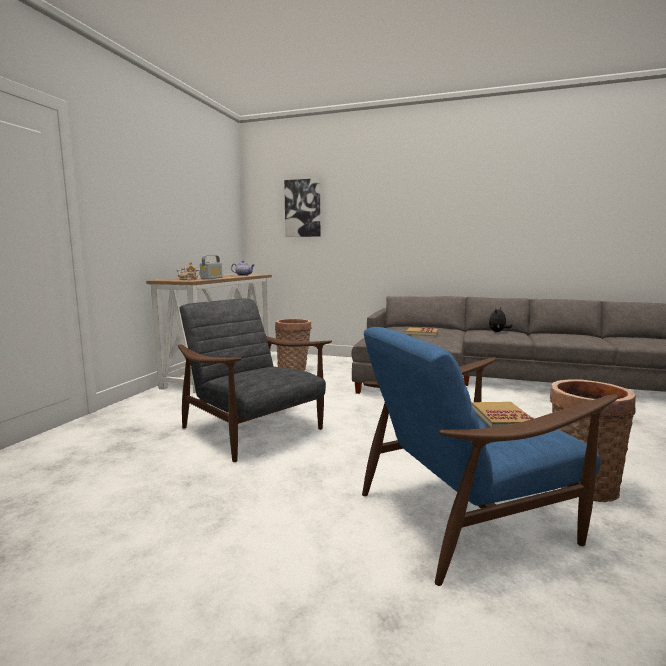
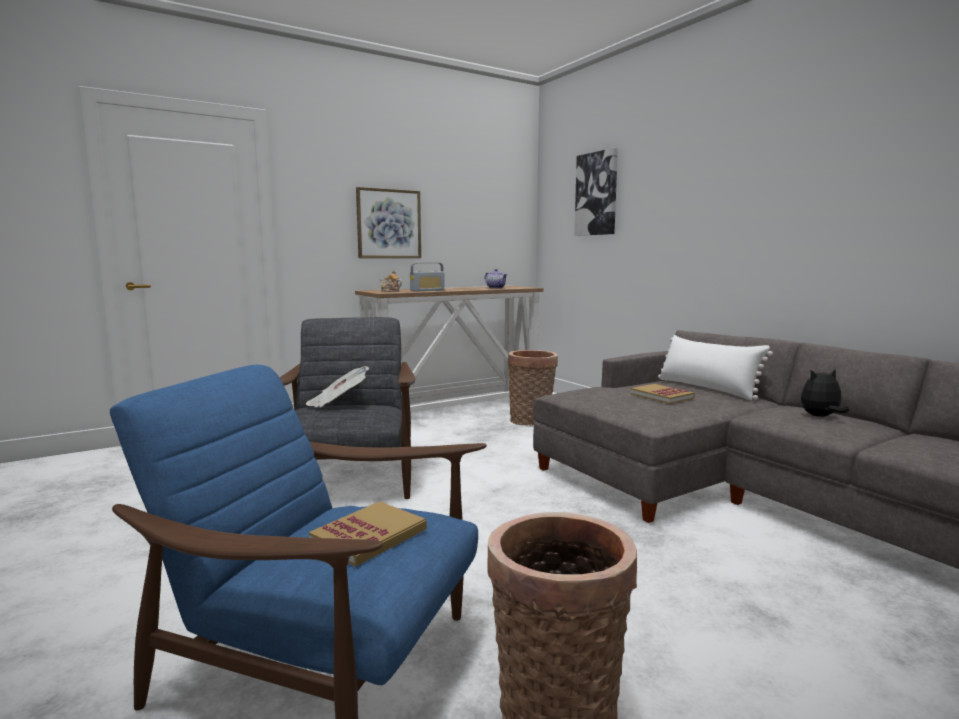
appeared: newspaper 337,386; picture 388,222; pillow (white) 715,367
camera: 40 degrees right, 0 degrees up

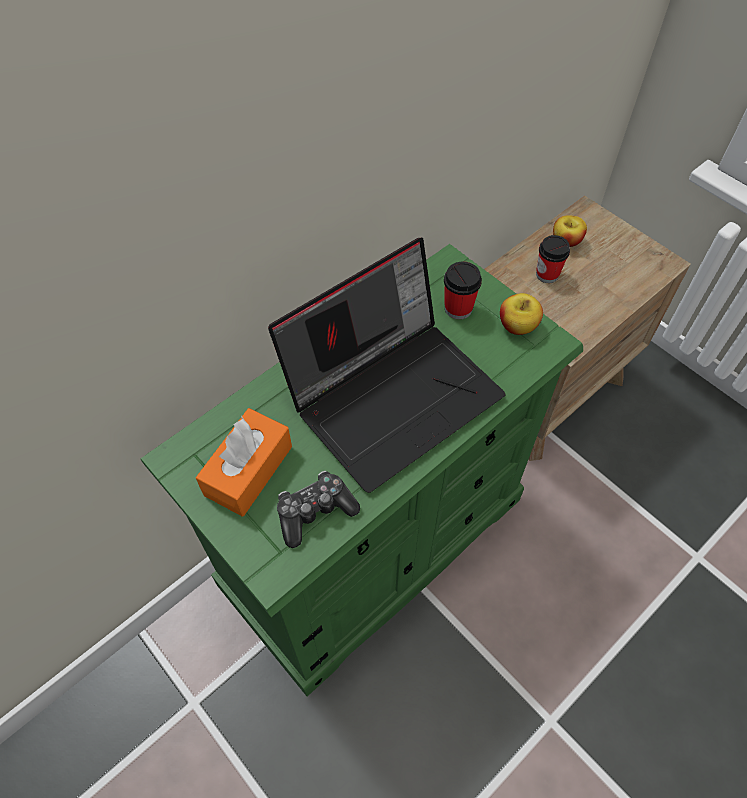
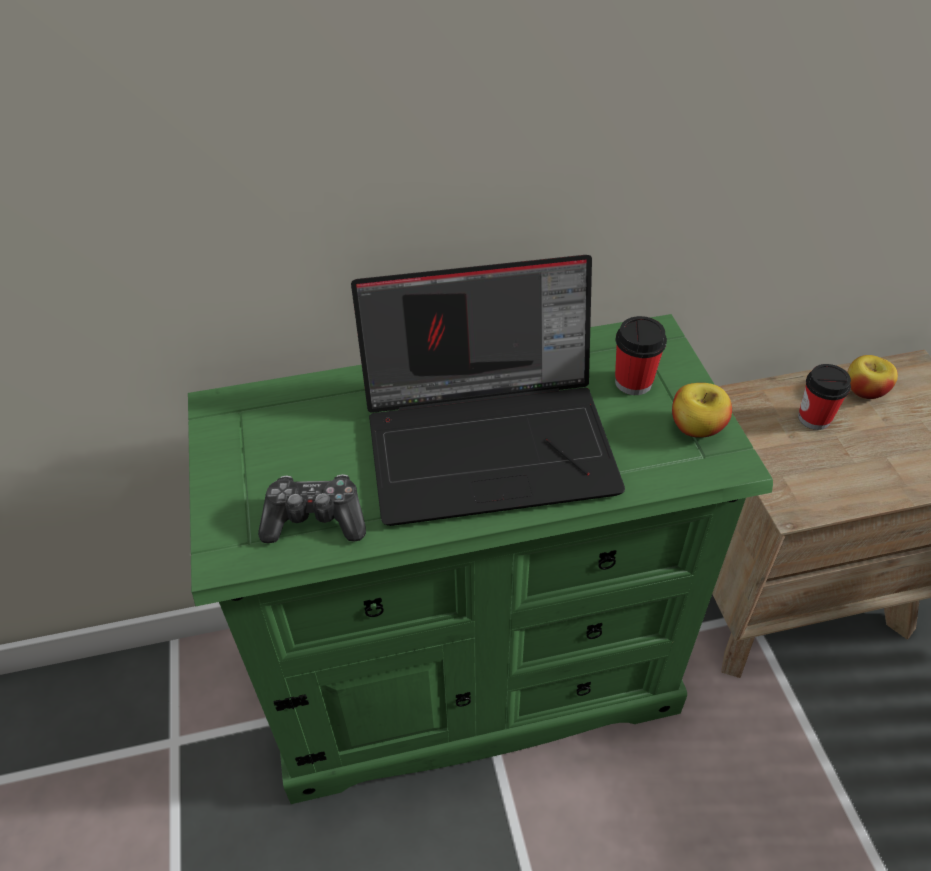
missing: tissue box (orange) 244,462
camera: 30 degrees right, 10 degrees down

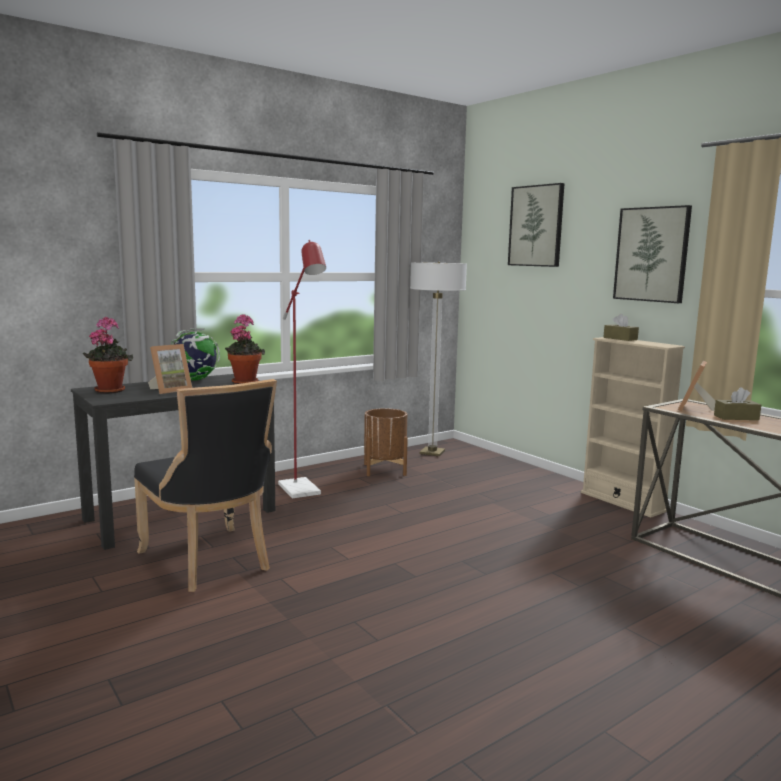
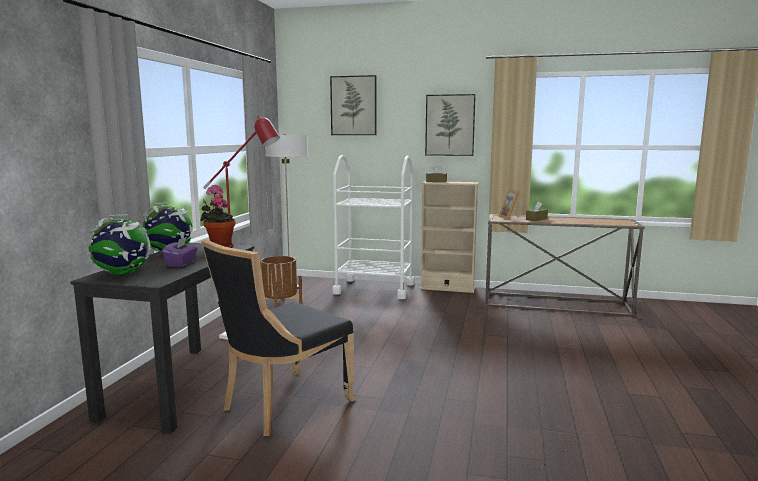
appeared: cart (white) 374,227
exchanged: potted plant 108,355 to globe 119,244; picture frame 170,369 to tissue box (purple) 179,252
spun: chair (black) 205,485 = 278,337 120 degrees clockwise
camera: 40 degrees left, 0 degrees up

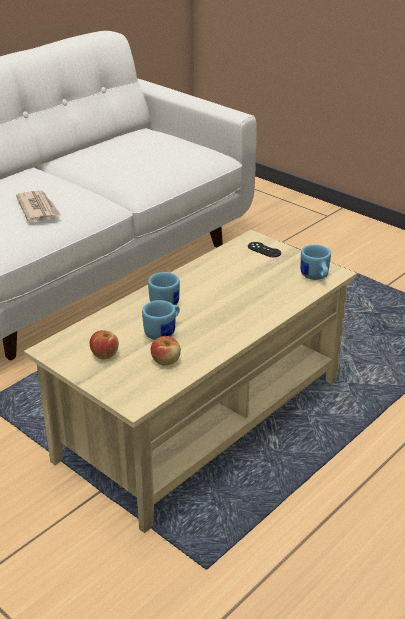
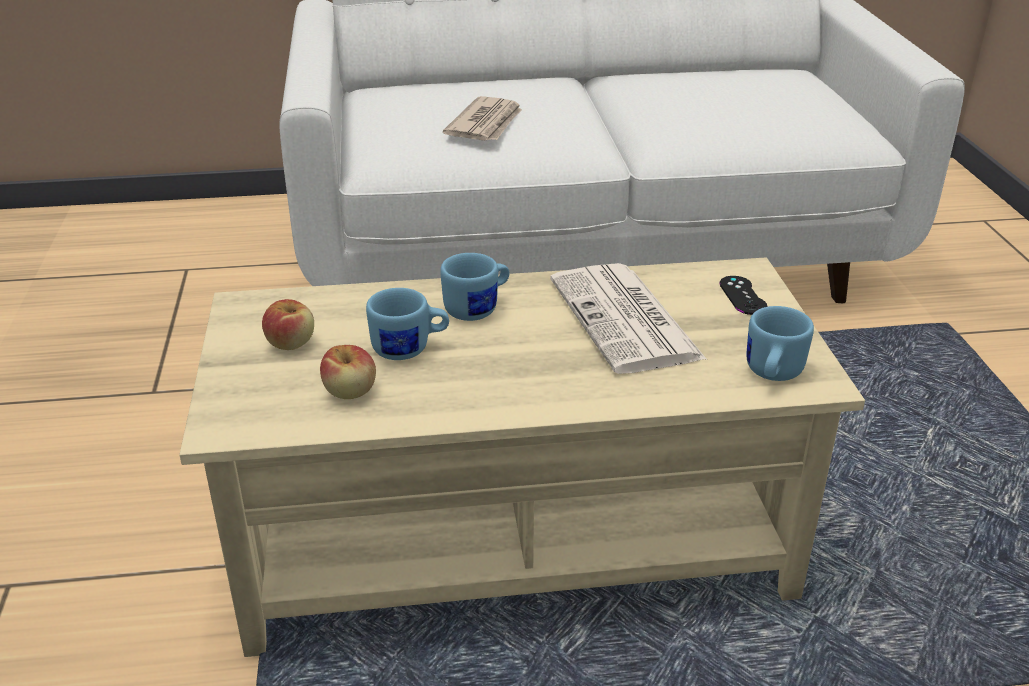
appeared: newspaper 628,318
camera: 40 degrees right, 0 degrees up

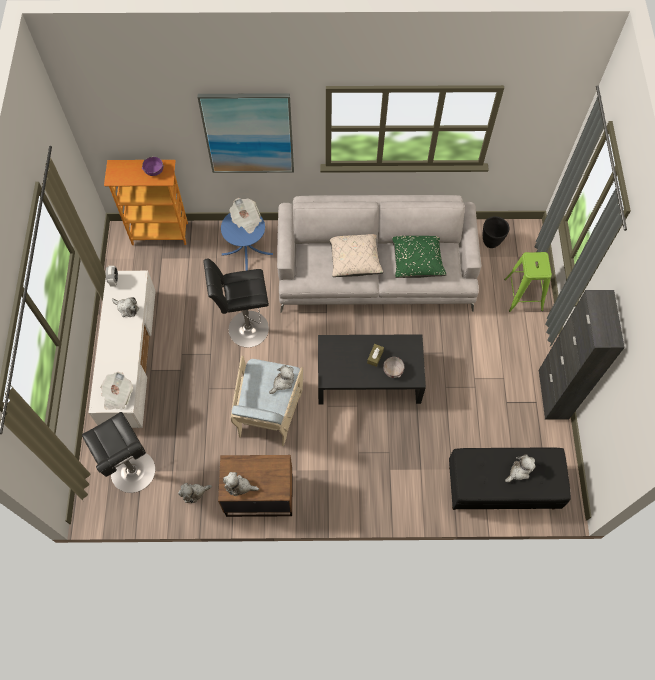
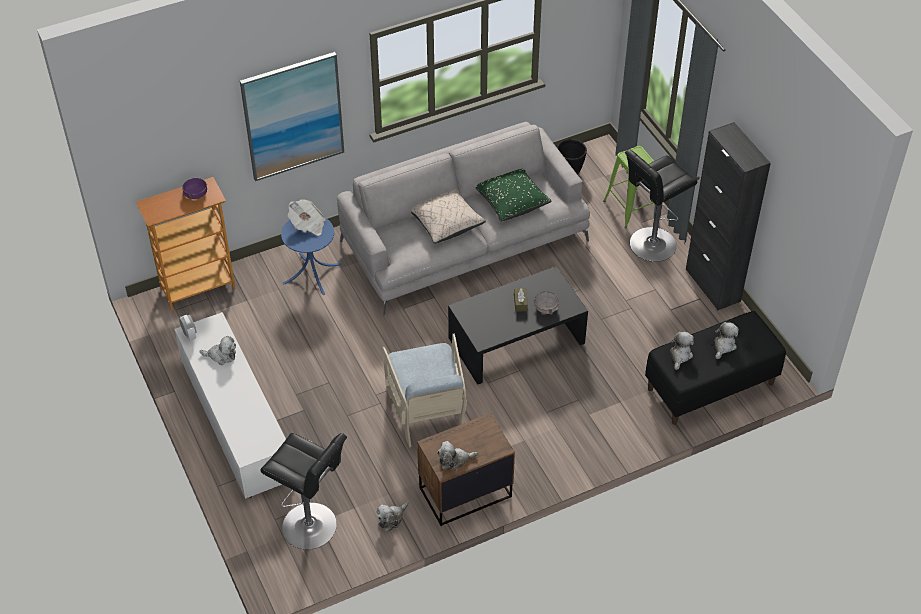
missing: newspaper 117,391
relocated: stool (black) 236,302 to 661,205; plush toy 281,379 to 682,351
camera: 25 degrees left, 15 degrees down

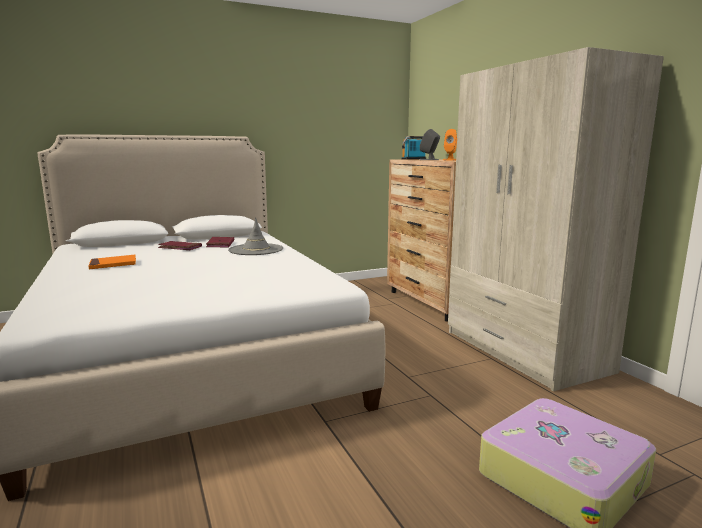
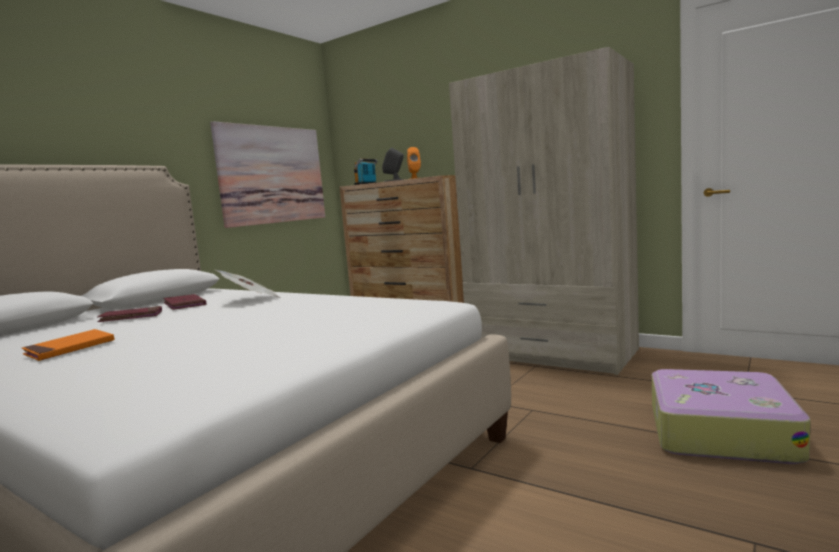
appeared: picture 267,174
exchanged: hat (grey) 255,236 to newspaper 249,284
camera: 30 degrees left, 5 degrees down

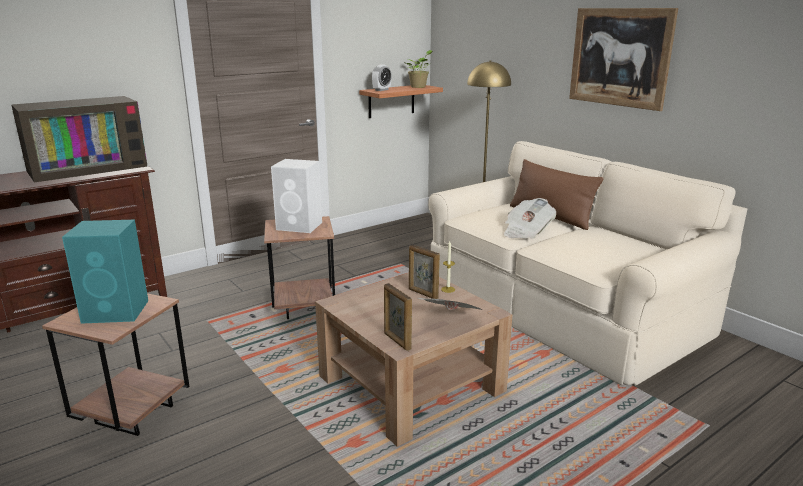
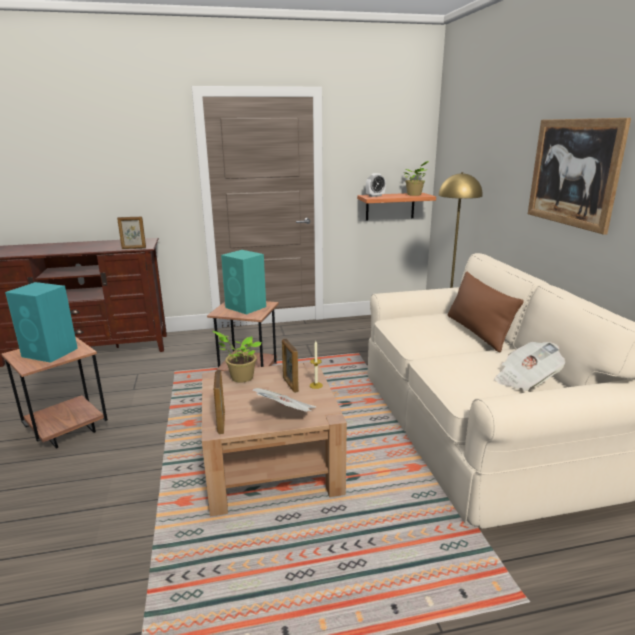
missing: television 79,139
appeared: picture frame 131,232; potted plant 237,357
relocated: newspaper 530,218 to 529,366
colour: speaker (white) 296,196 to speaker (turquoise) 243,282
camera: 25 degrees right, 0 degrees up

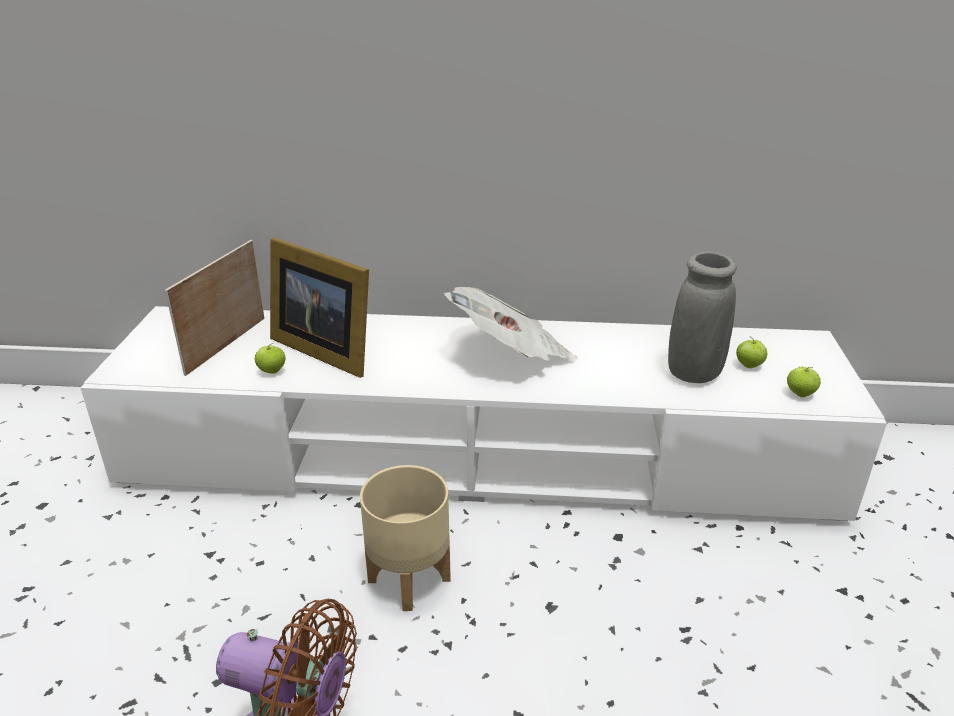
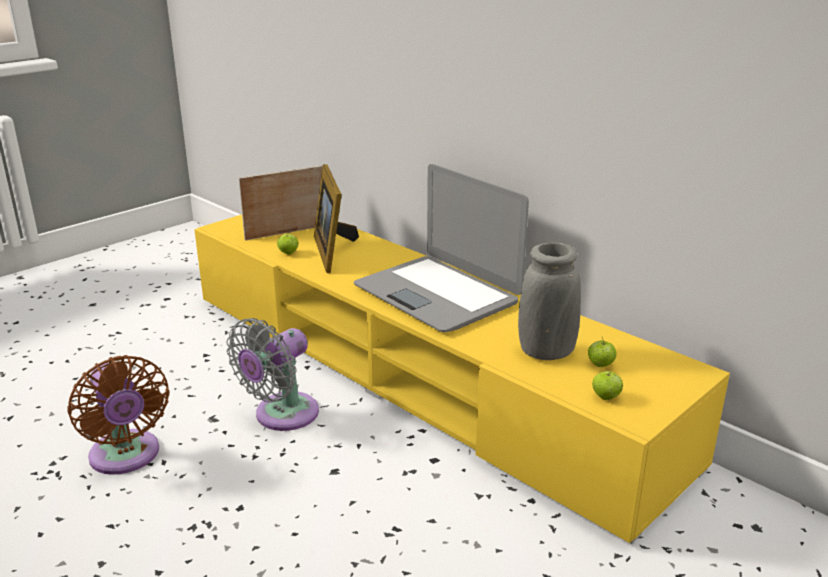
exchanged: planter (beige) 405,538 to fan (grey) 273,374; newspaper 510,324 to laptop 441,248
colour: tv stand (white) 484,413 to tv stand (yellow) 462,379
camera: 40 degrees right, 5 degrees down

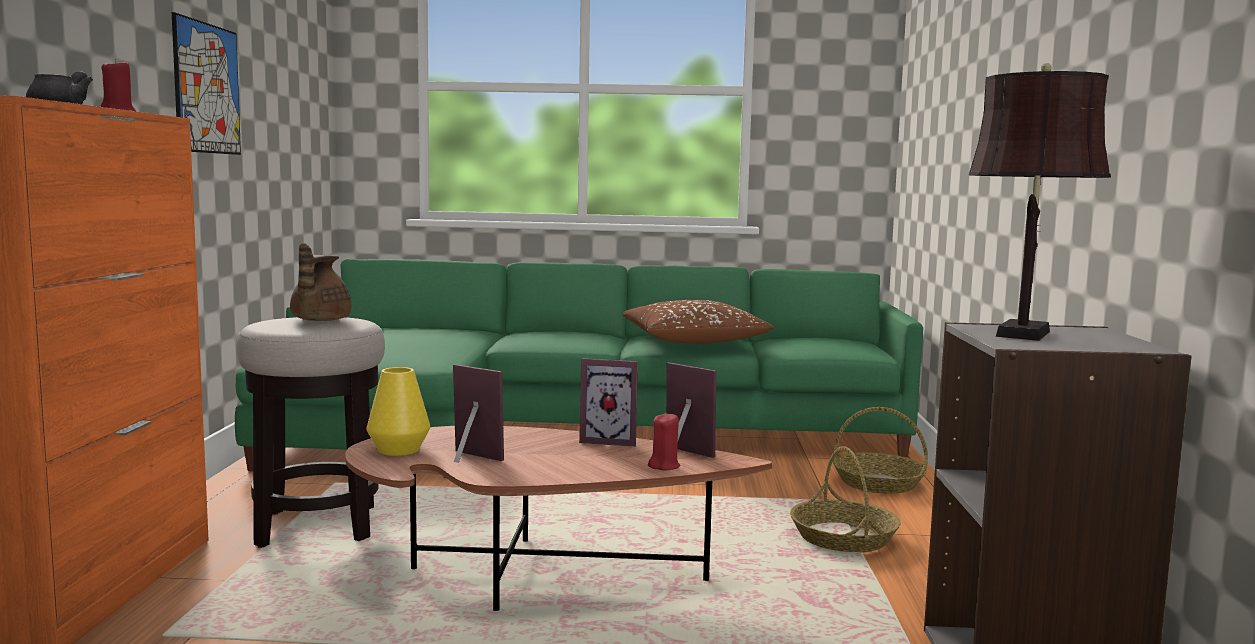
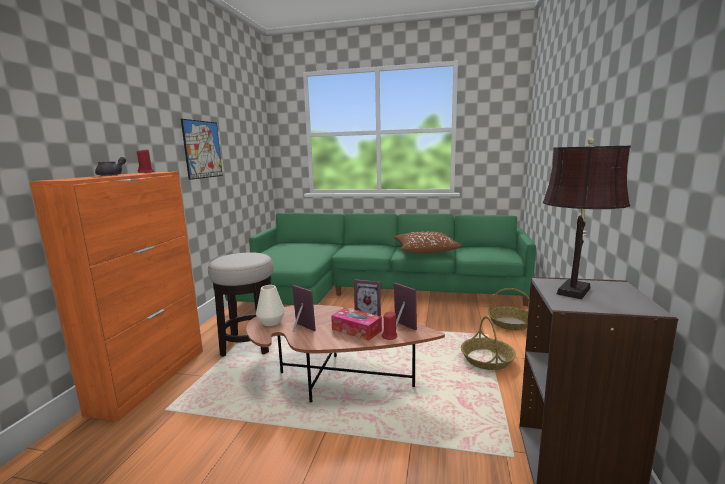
missing: teapot (brown) 320,282
appeared: tissue box 356,324
colour: vase (yellow) 398,411 to vase (white) 270,305
camera: 10 degrees right, 5 degrees up

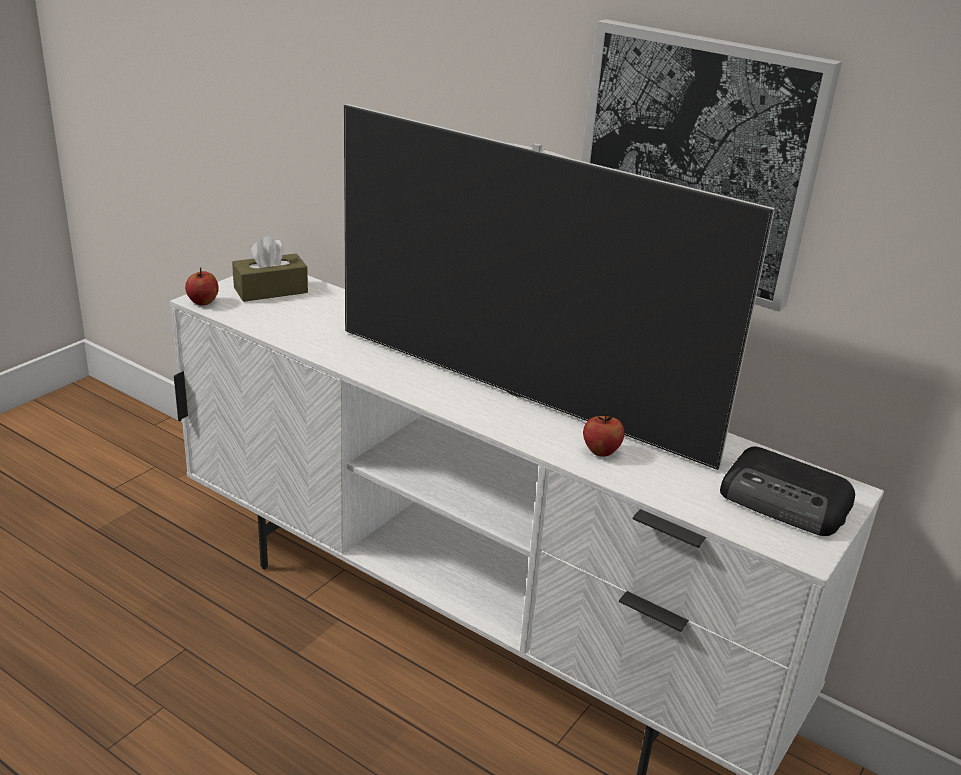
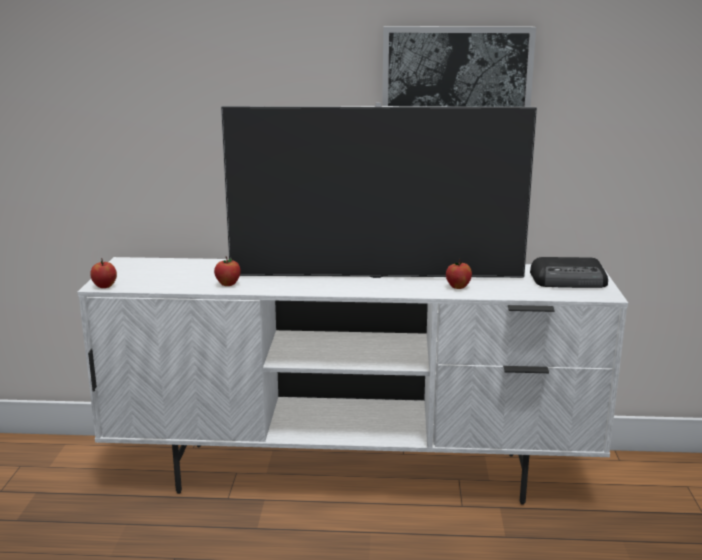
missing: tissue box (brown) 270,269
appeared: apple 227,271
camera: 30 degrees left, 10 degrees down

